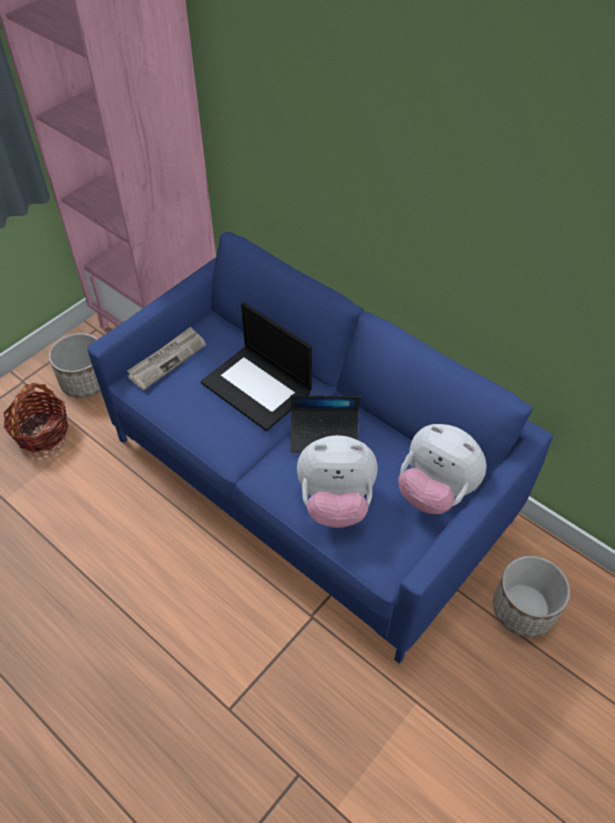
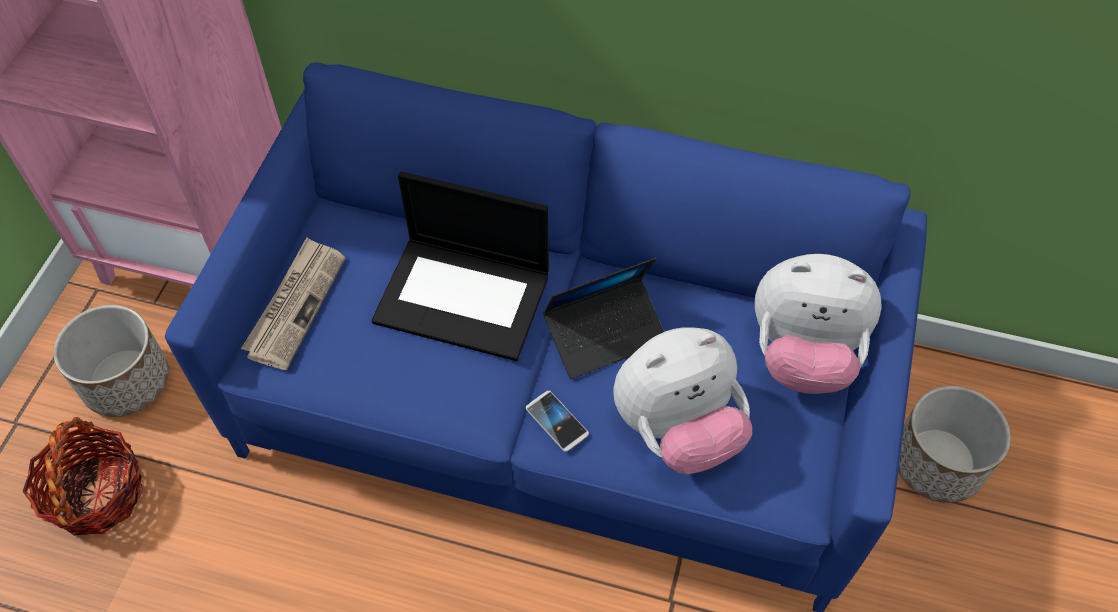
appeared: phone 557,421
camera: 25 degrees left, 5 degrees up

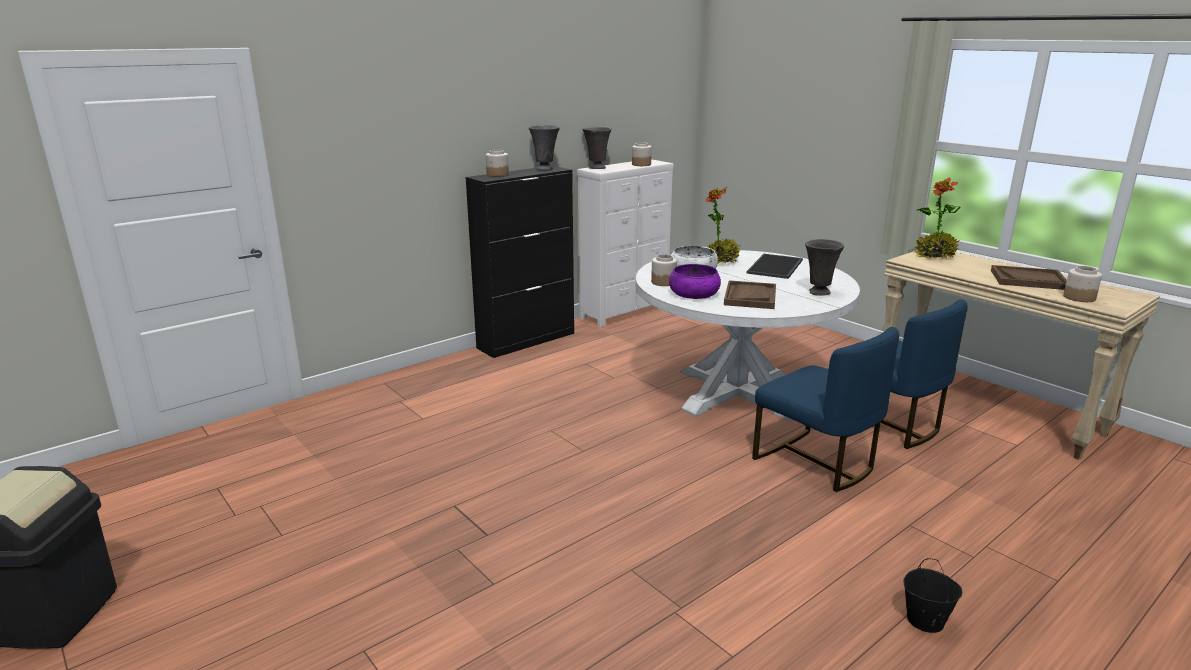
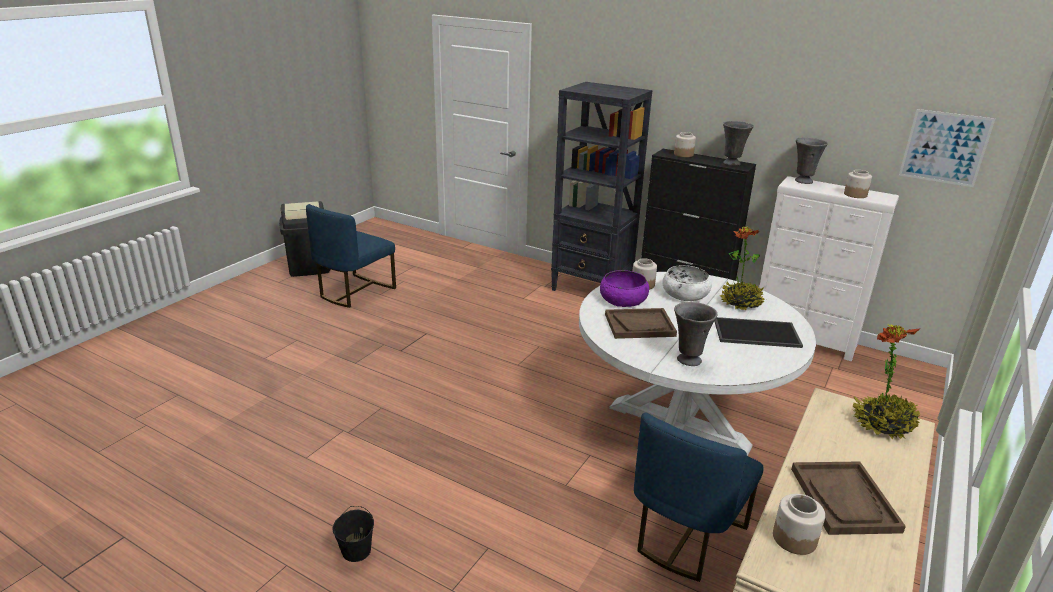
appeared: bookcase (black) 601,186; picture 947,148
relocated: chair (blue) 825,409 to 351,256
camera: 70 degrees right, 5 degrees up

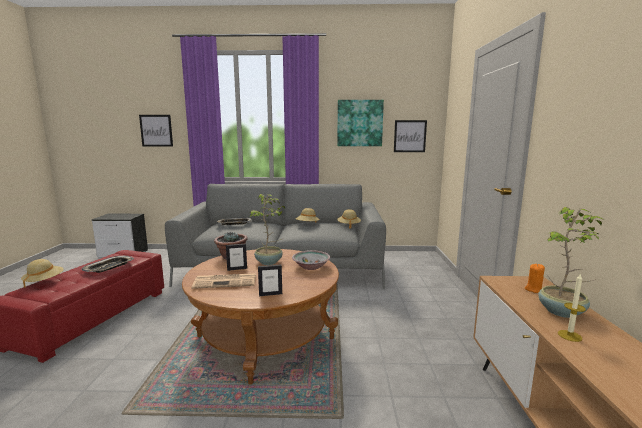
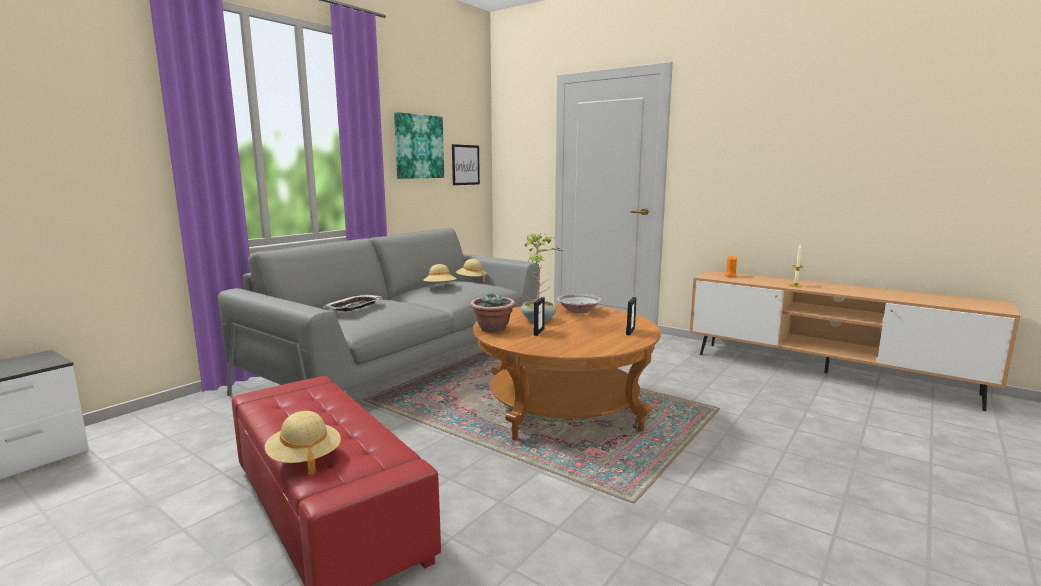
missing: tray 107,264; picture 156,131; newspaper 224,281; potted plant 571,262
camera: 55 degrees left, 0 degrees up

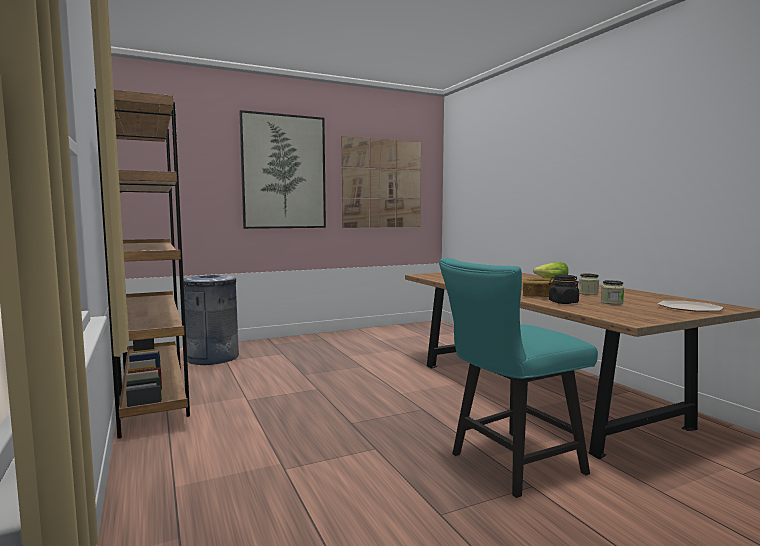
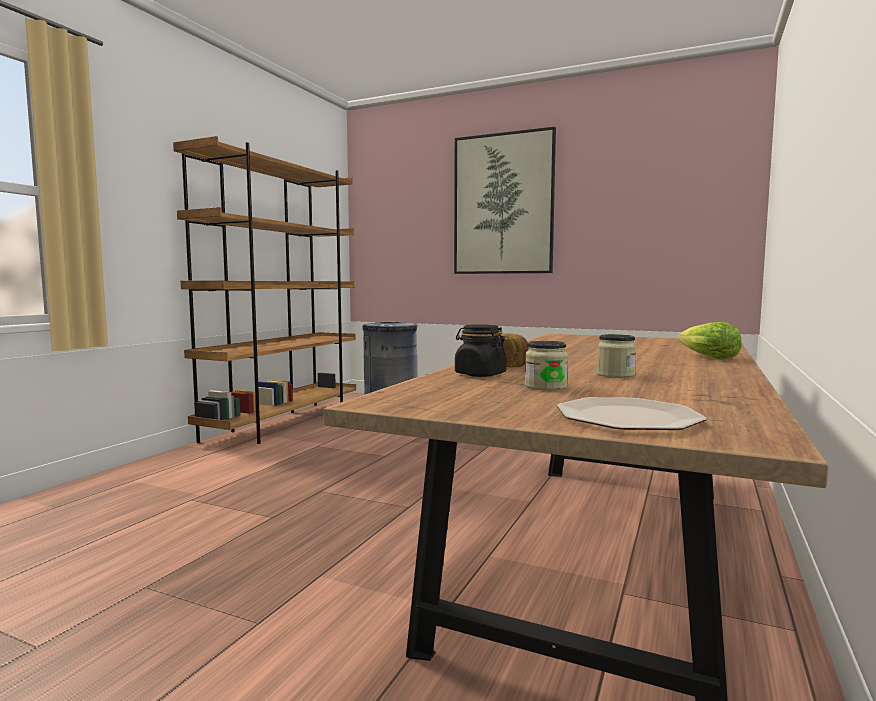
missing: picture 381,182; chair (turquoise) 518,378
camera: 50 degrees right, 0 degrees up

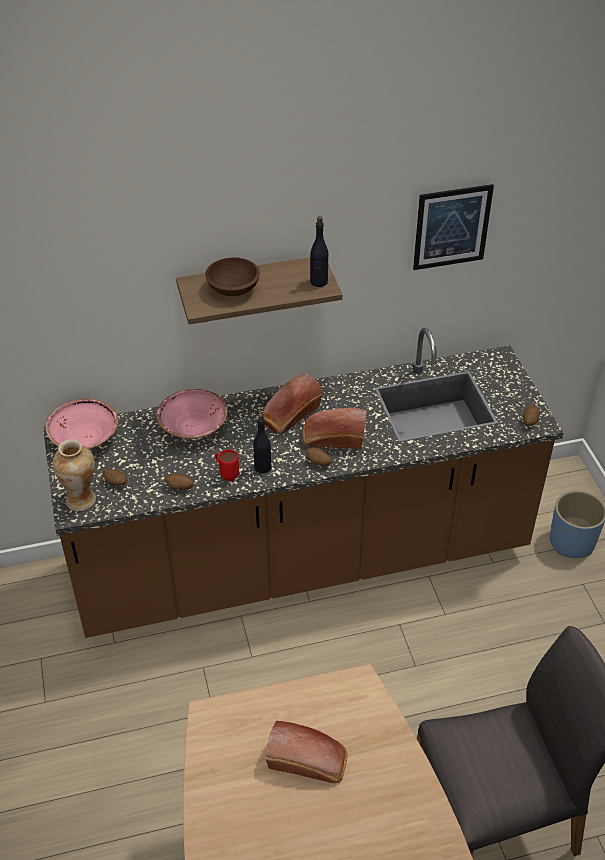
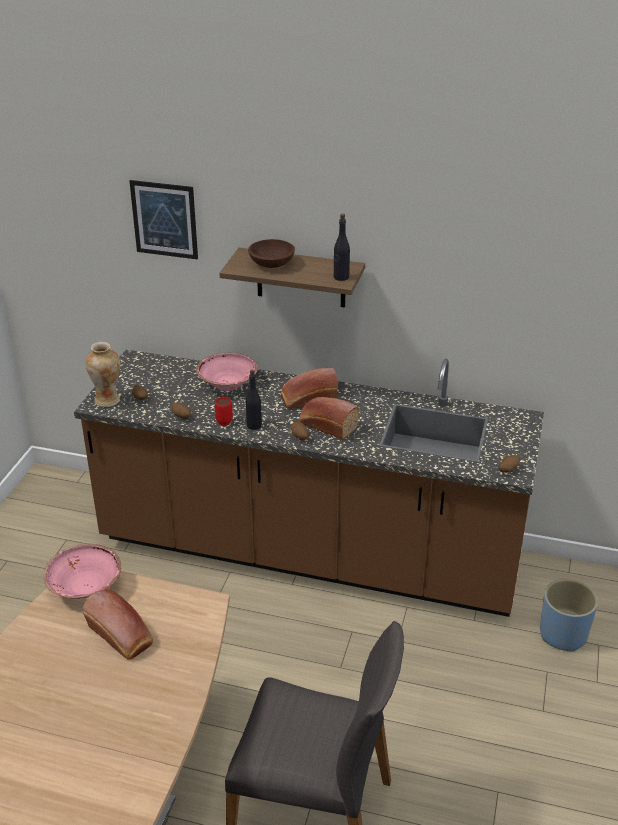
relocated: bowl (pink) 82,424 to 82,571; picture 453,227 to 163,219
camera: 30 degrees right, 10 degrees down

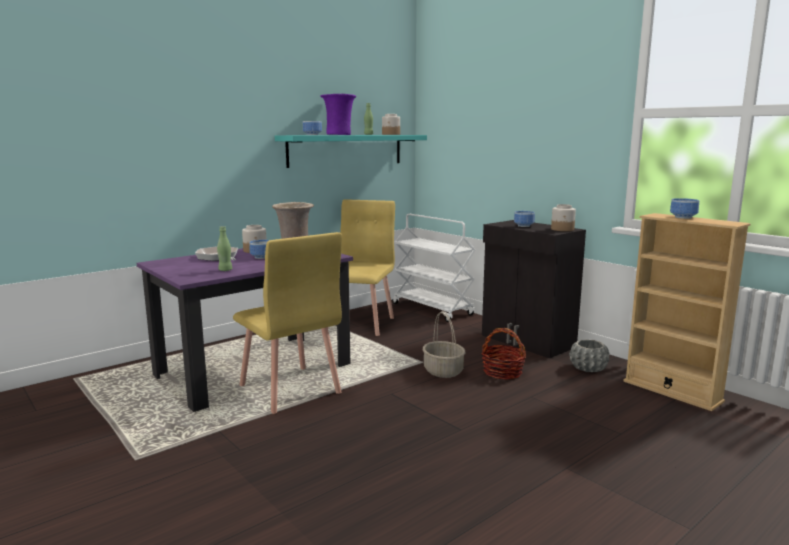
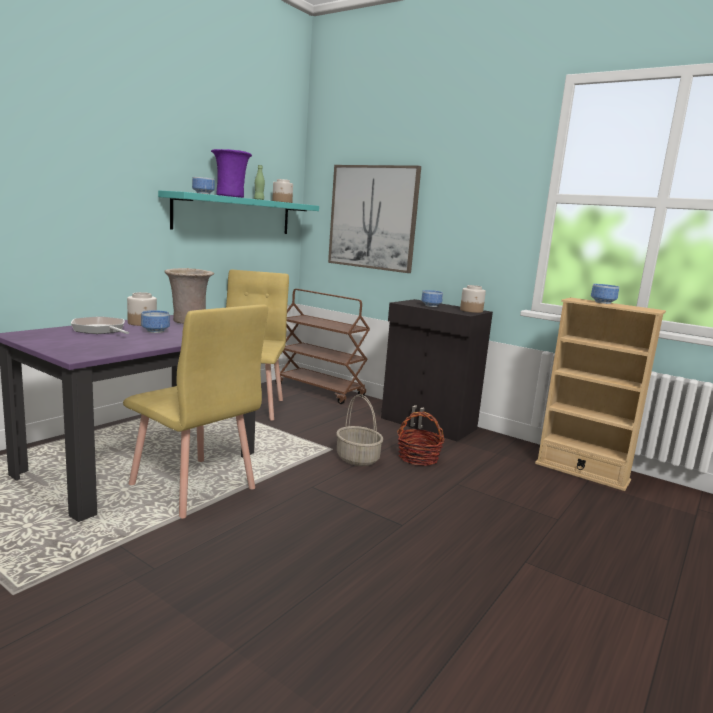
missing: bottle (green) 224,248; planter (grey) 589,355
appeared: picture 374,219
colour: cart (white) 434,268 to cart (brown) 322,346
camera: 15 degrees left, 0 degrees up

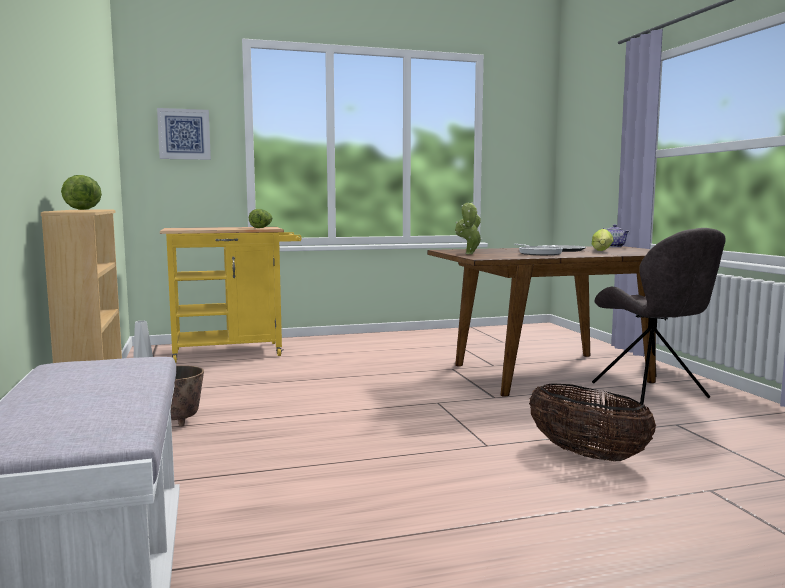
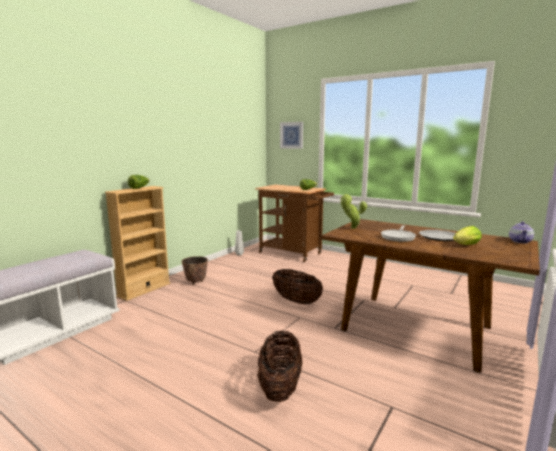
missing: chair (grey) 659,316
appeared: basket 297,286
colour: cart (yellow) 231,295 to cart (brown) 294,223
camera: 50 degrees right, 5 degrees up

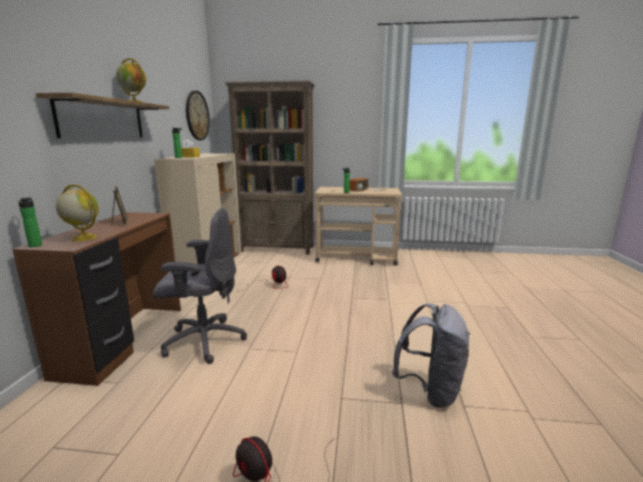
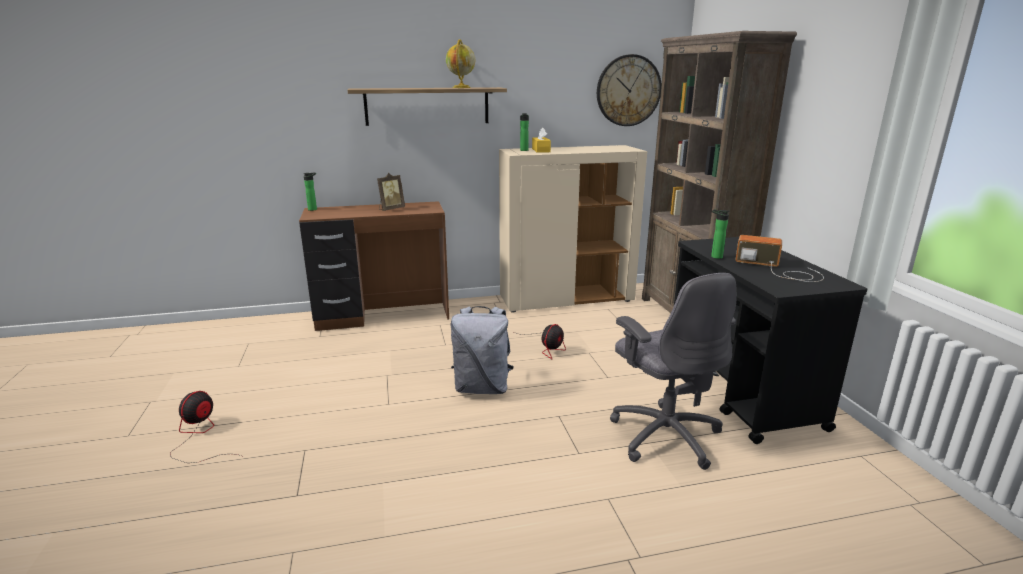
missing: globe 77,212
relocated: office chair (grey) 200,286 to 673,371; backpack (grey) 431,355 to 482,350
colour: cart (beige) 358,226 to cart (black) 770,340
camera: 70 degrees right, 5 degrees up

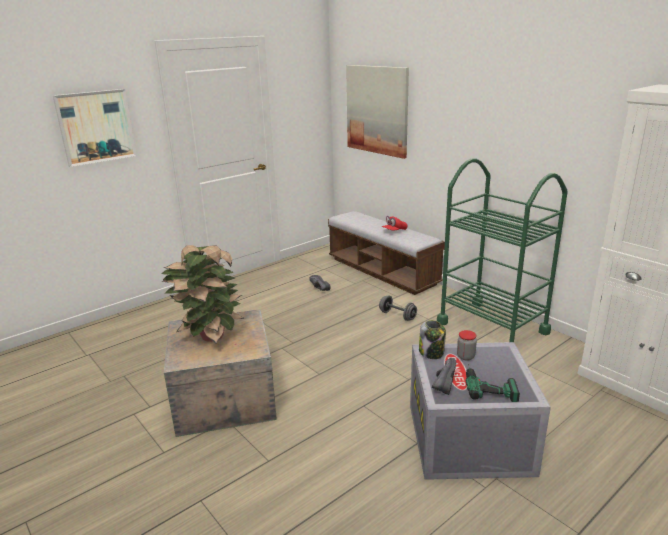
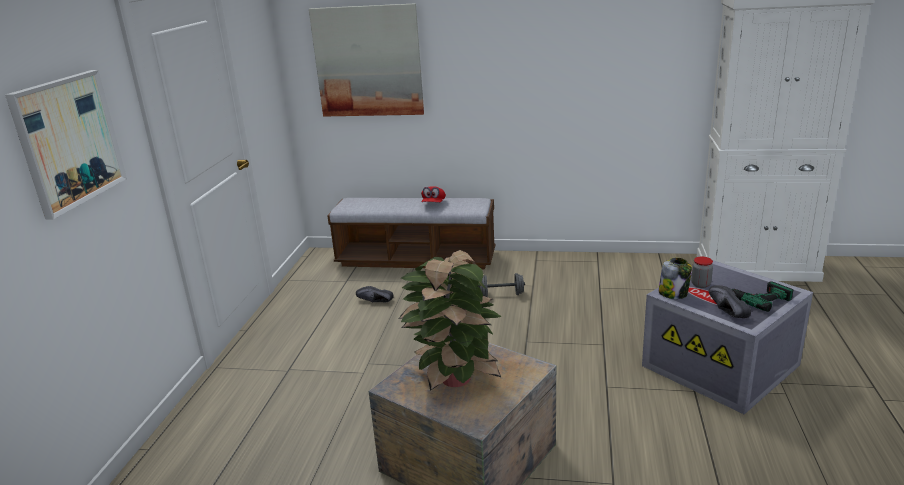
missing: cart (green) 502,250
camera: 40 degrees left, 0 degrees up

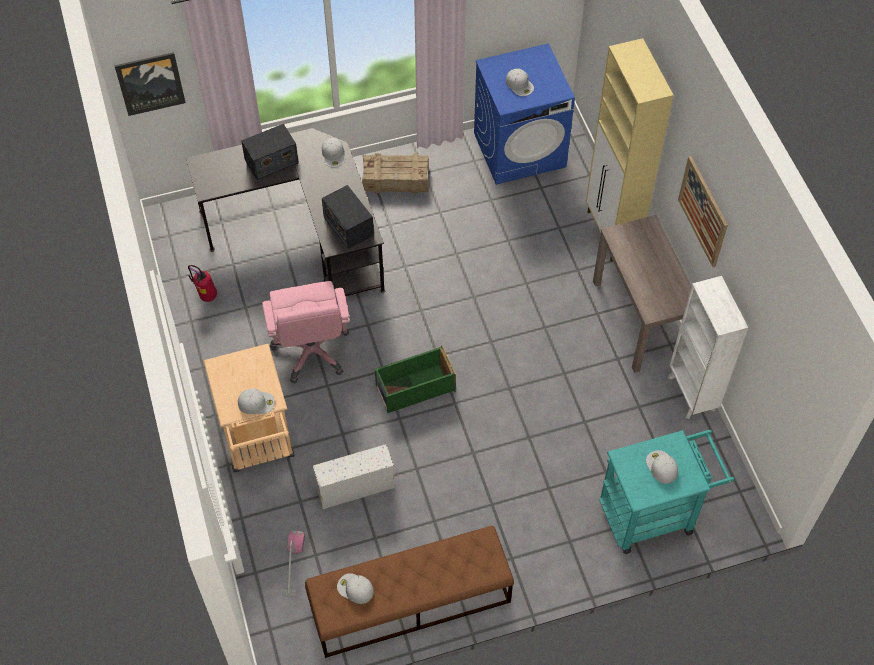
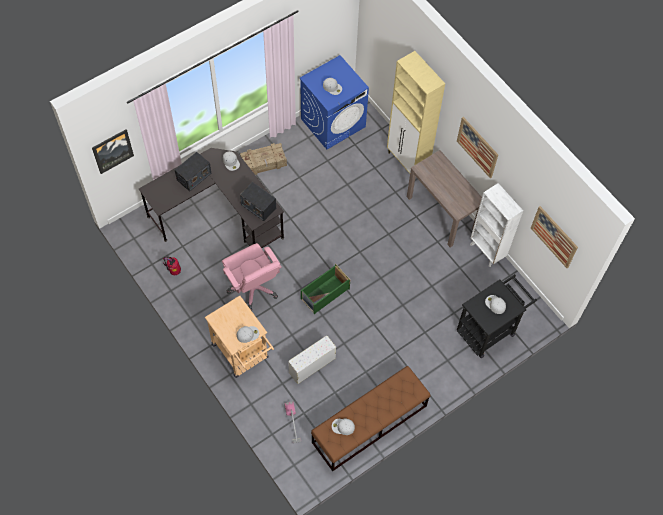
appeared: picture 554,237
colour: cart (turquoise) 667,492 to cart (black) 497,316
camera: 20 degrees left, 5 degrees up

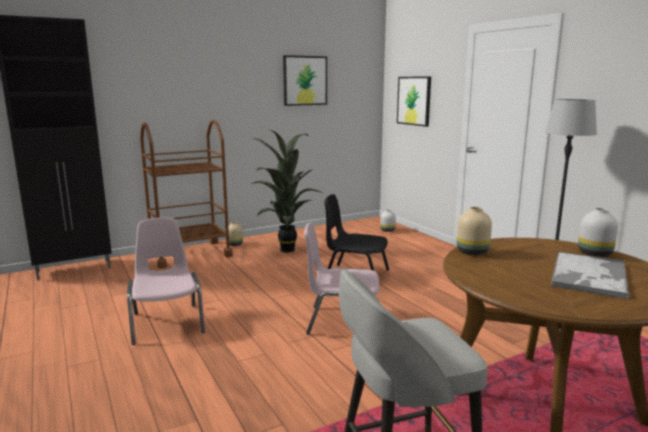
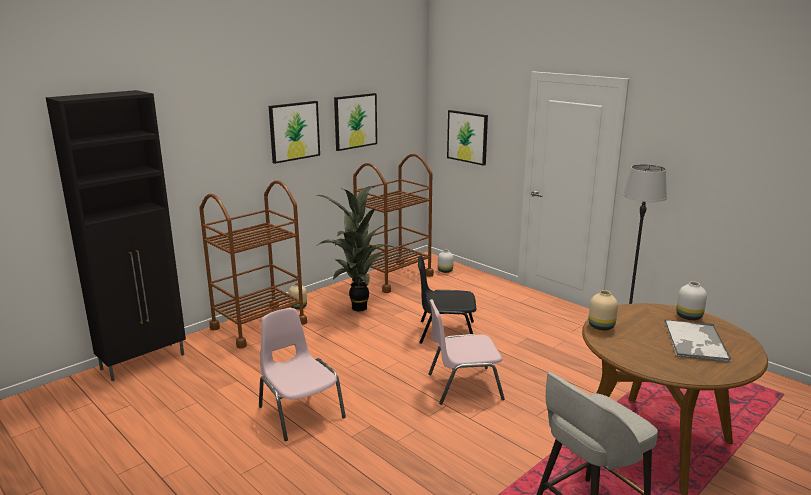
appeared: picture 294,132; cart (brown) 393,223
camera: 15 degrees left, 5 degrees up

